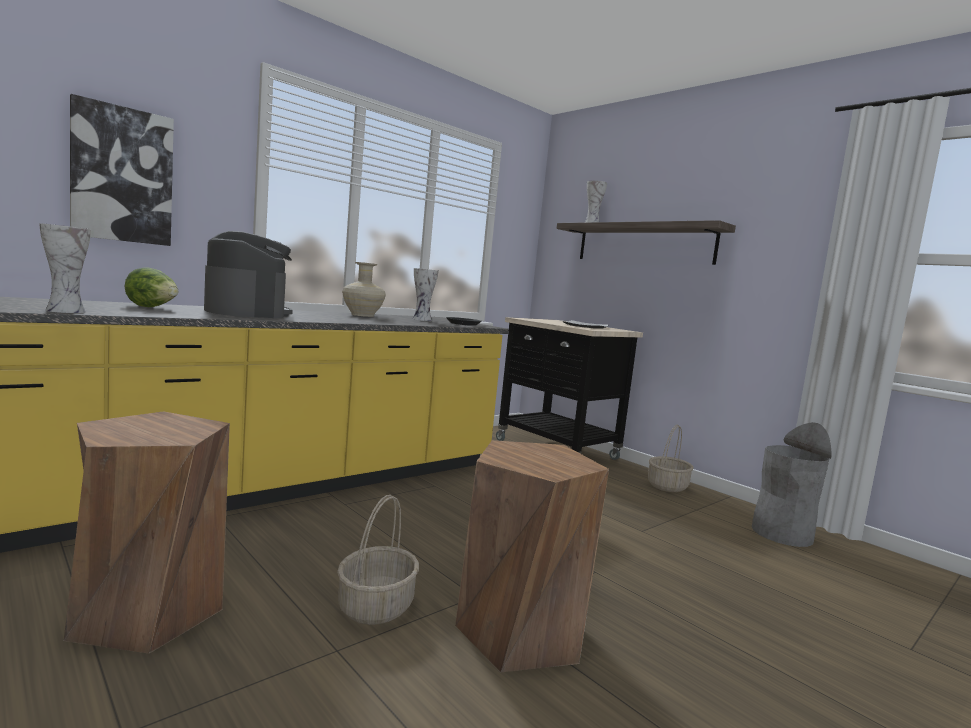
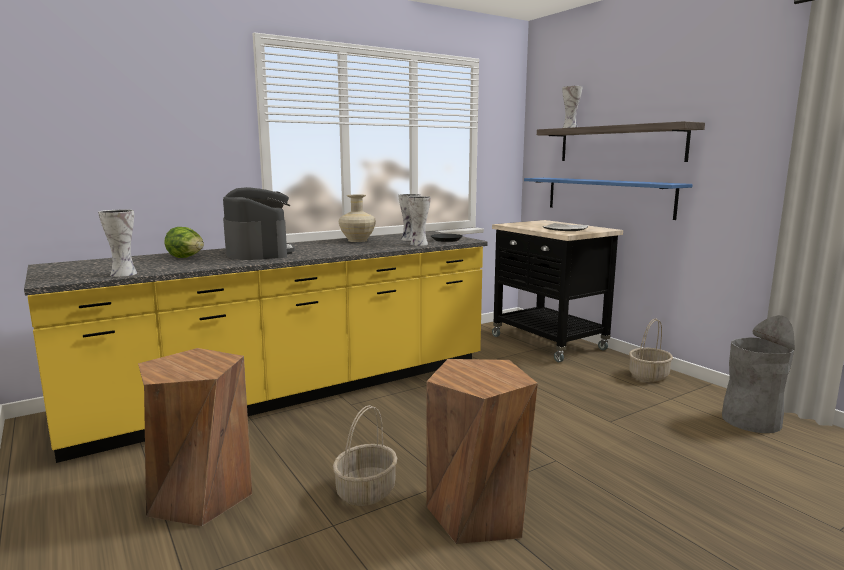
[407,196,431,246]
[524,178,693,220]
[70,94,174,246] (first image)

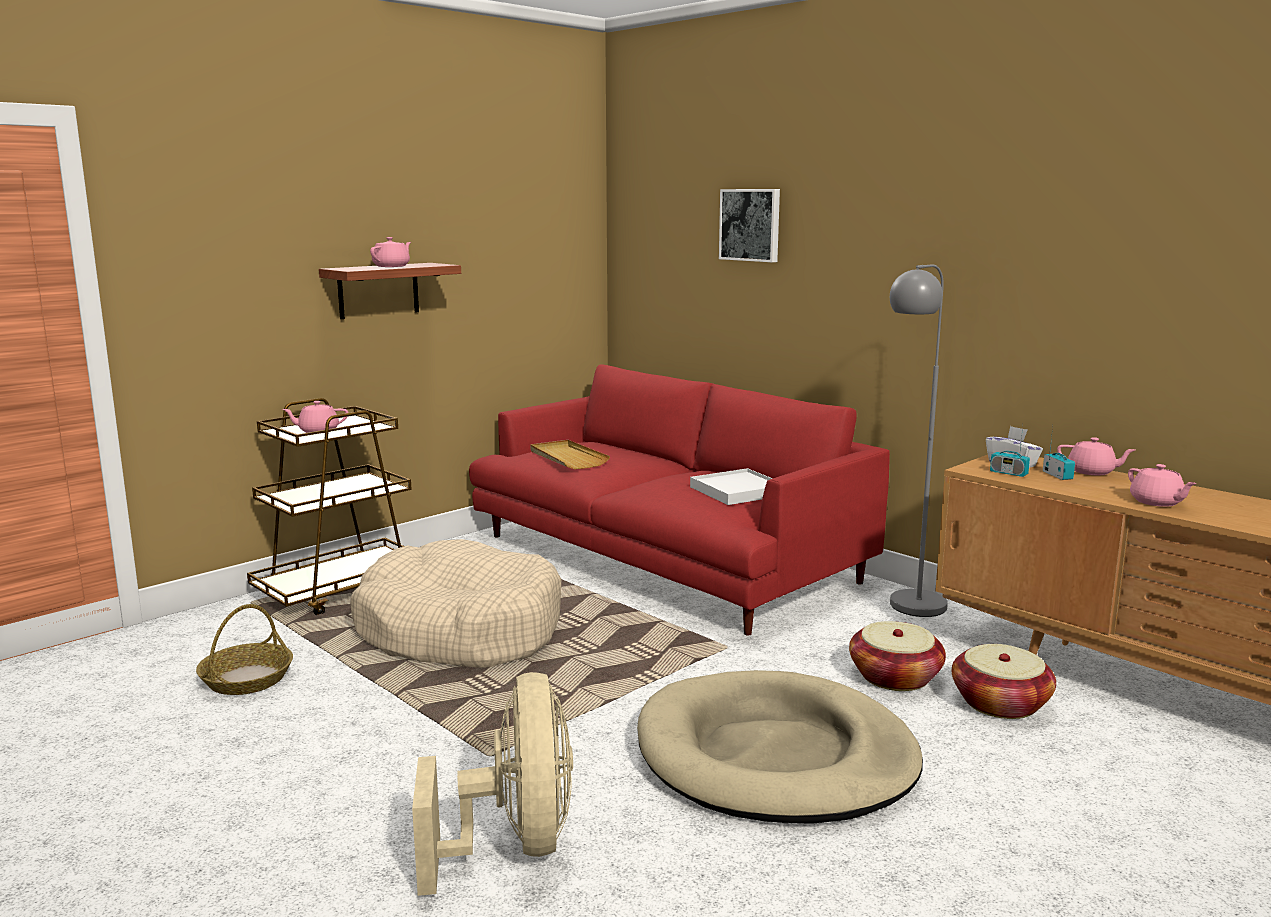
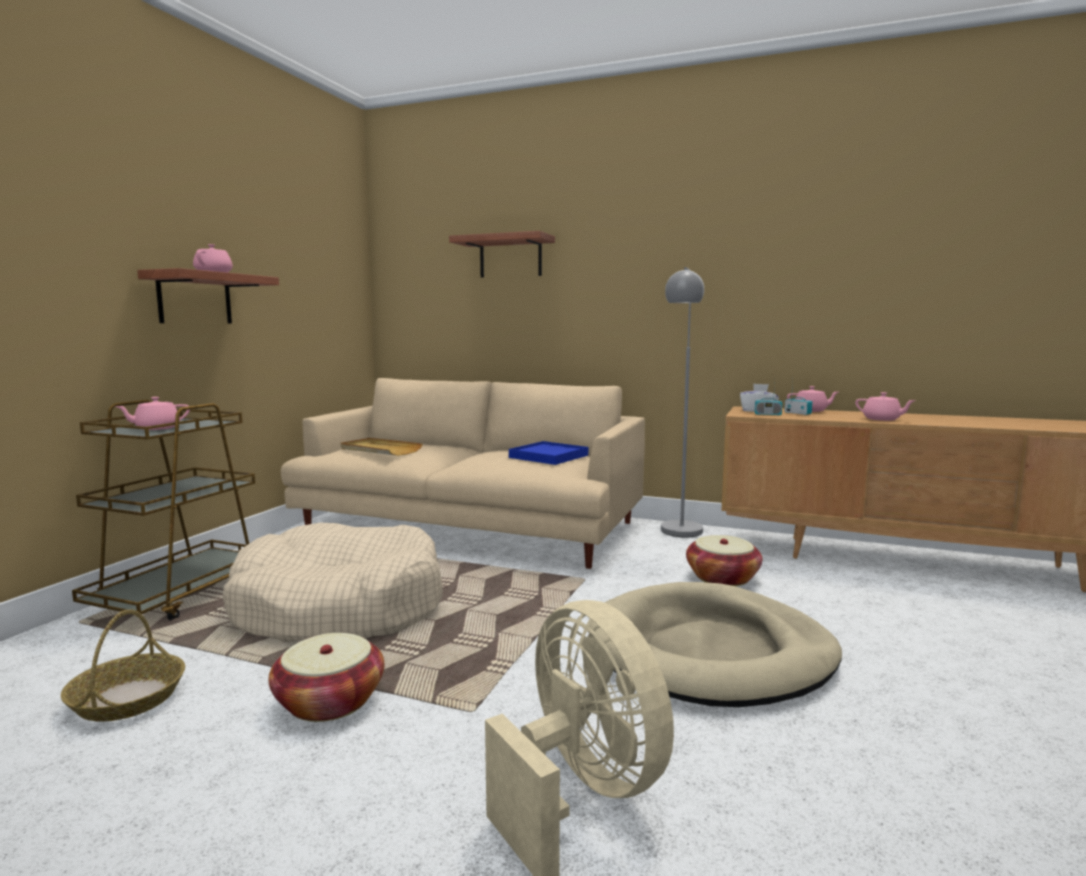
[268,633,384,722]
[281,378,645,569]
[449,231,555,278]
[509,441,588,465]

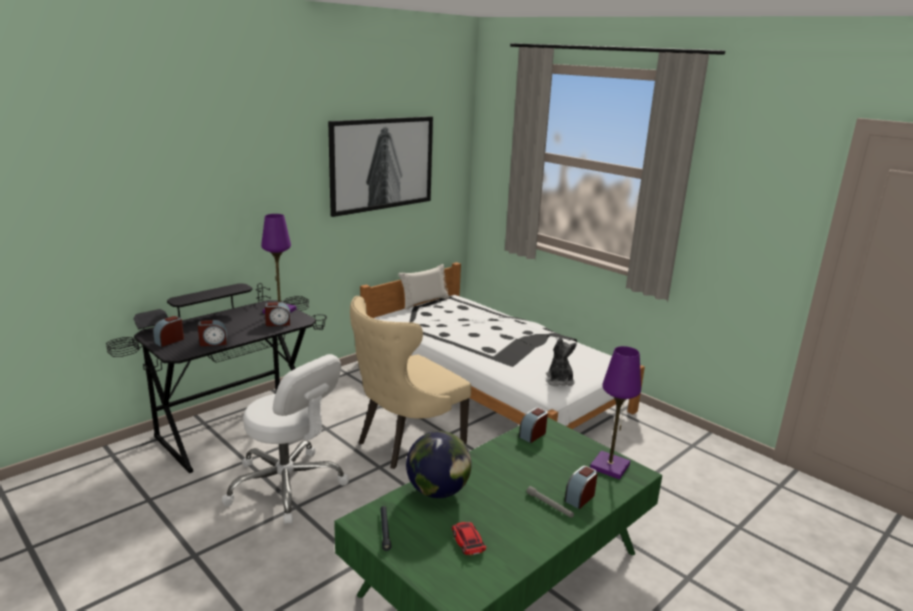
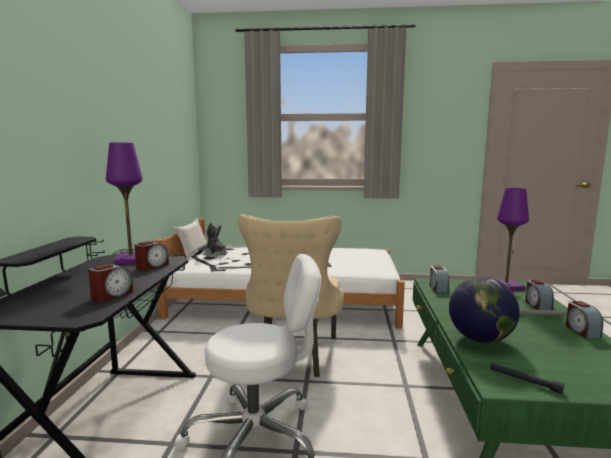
[203,222,226,258]
[566,301,603,338]
[328,116,433,217] (first image)
[451,522,486,555] (first image)

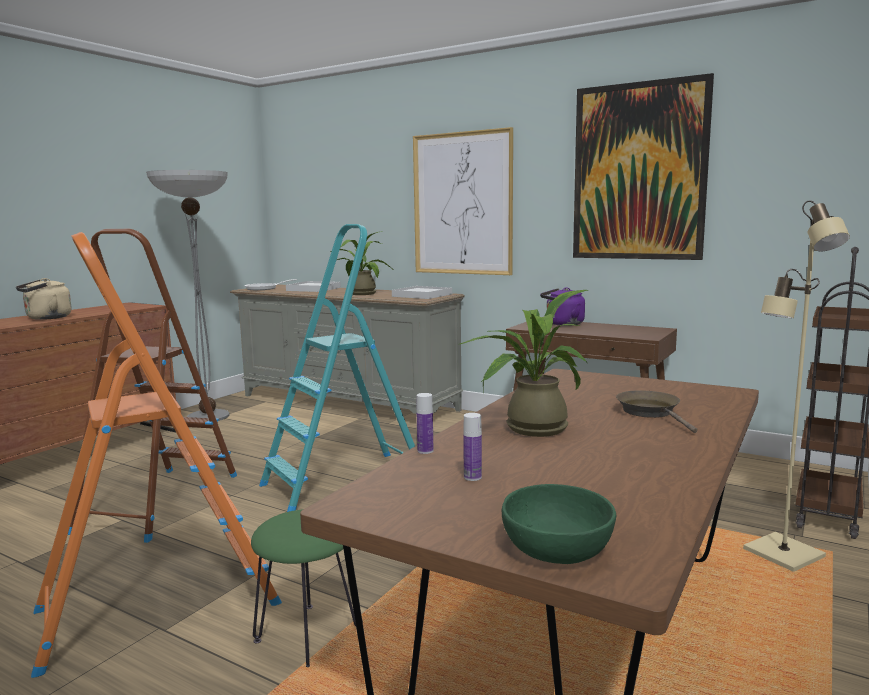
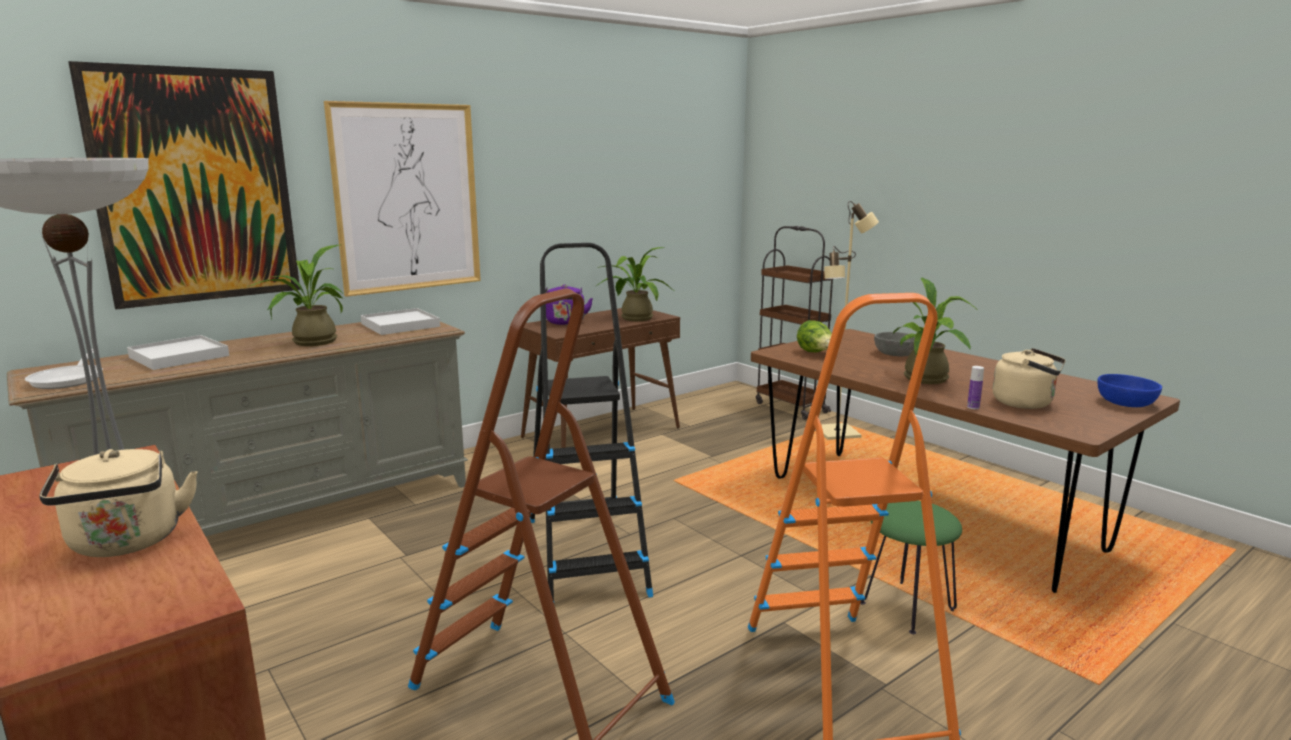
[68,61,300,309]
[530,243,653,602]
[596,247,674,321]
[797,320,832,352]
[874,332,915,356]
[993,348,1066,409]
[1097,374,1162,407]

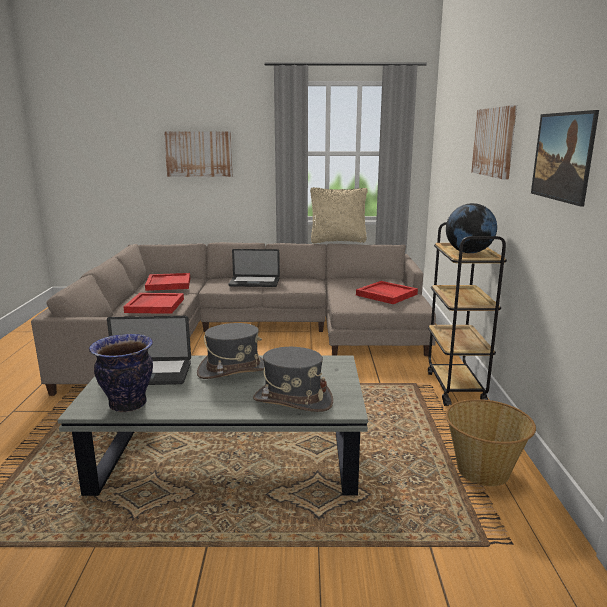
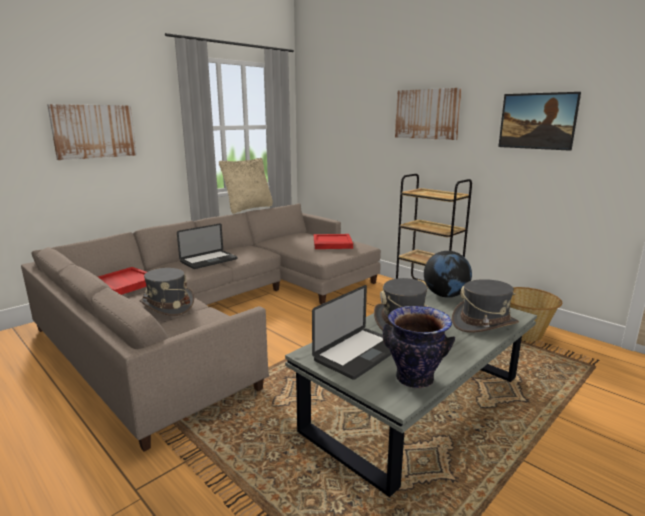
[139,268,194,316]
[424,251,472,298]

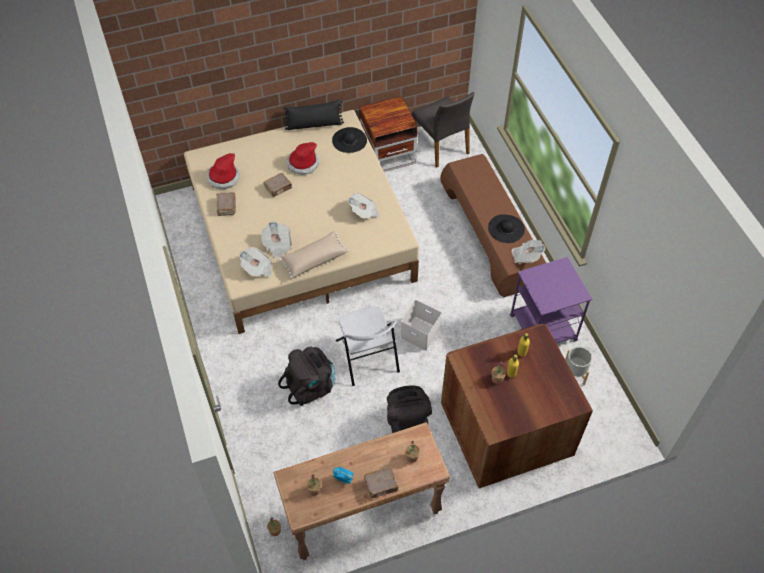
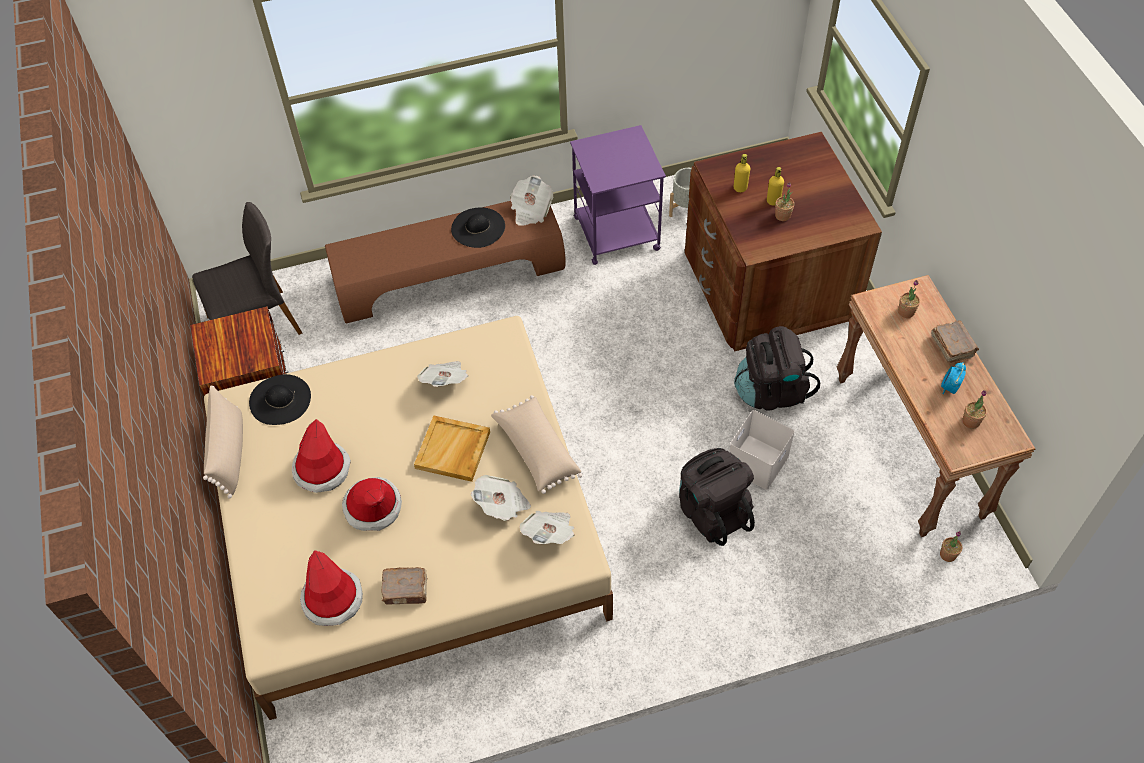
[203,386,243,499]
[342,477,402,531]
[414,415,490,482]
[729,410,795,490]
[336,306,400,386] (first image)

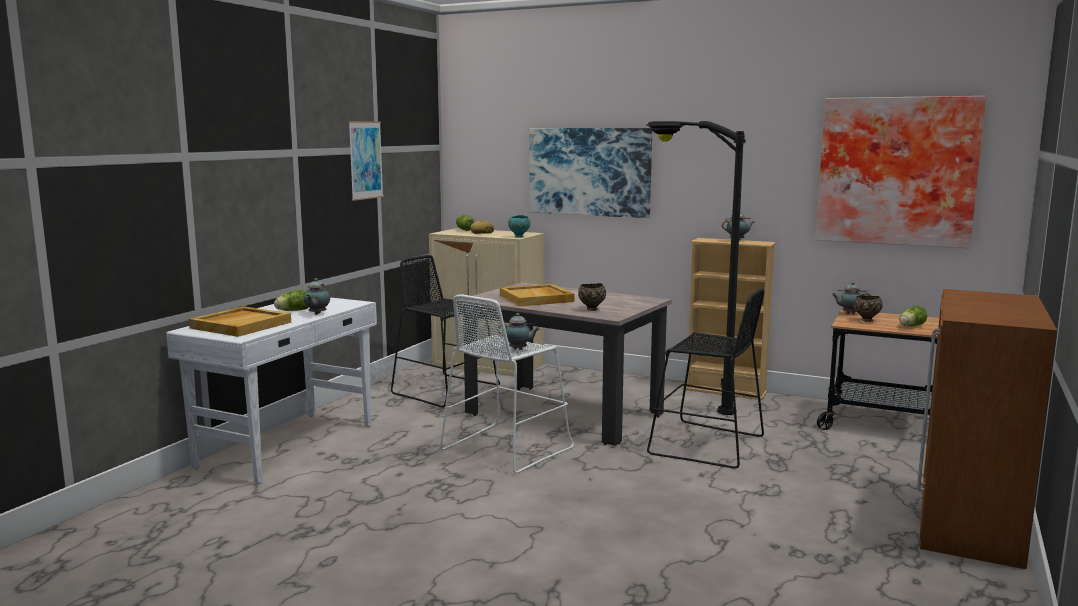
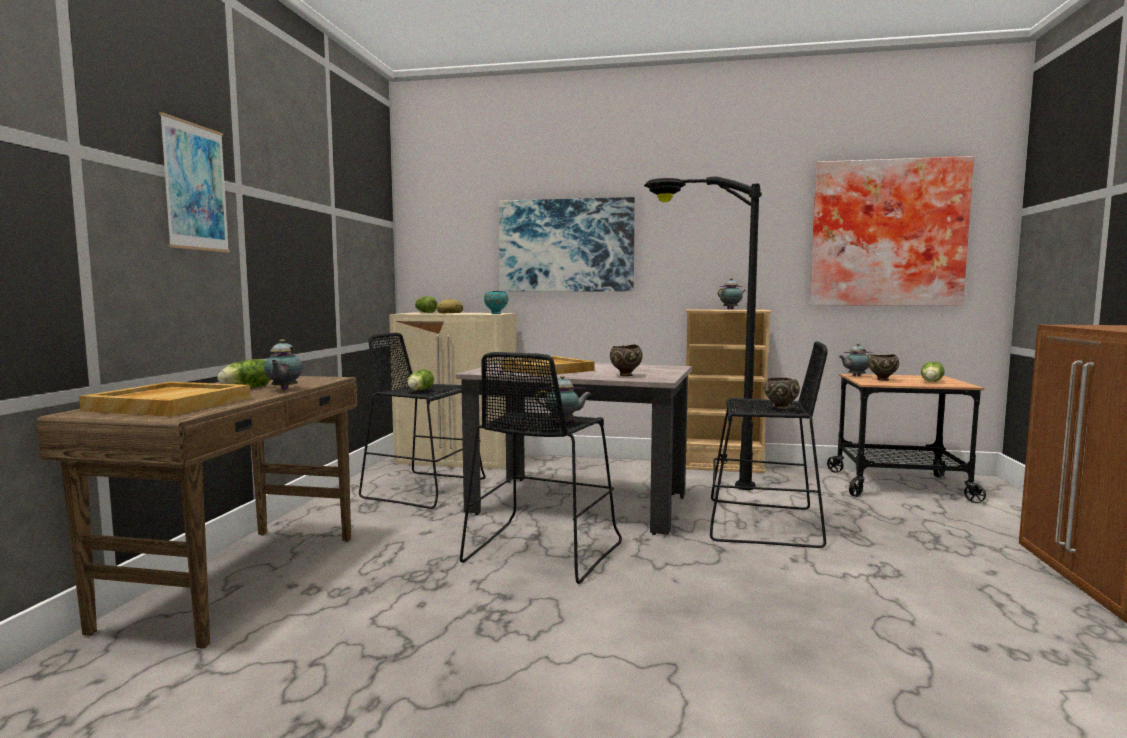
[37,376,357,649]
[159,112,230,252]
[407,369,434,390]
[460,352,622,584]
[764,378,800,410]

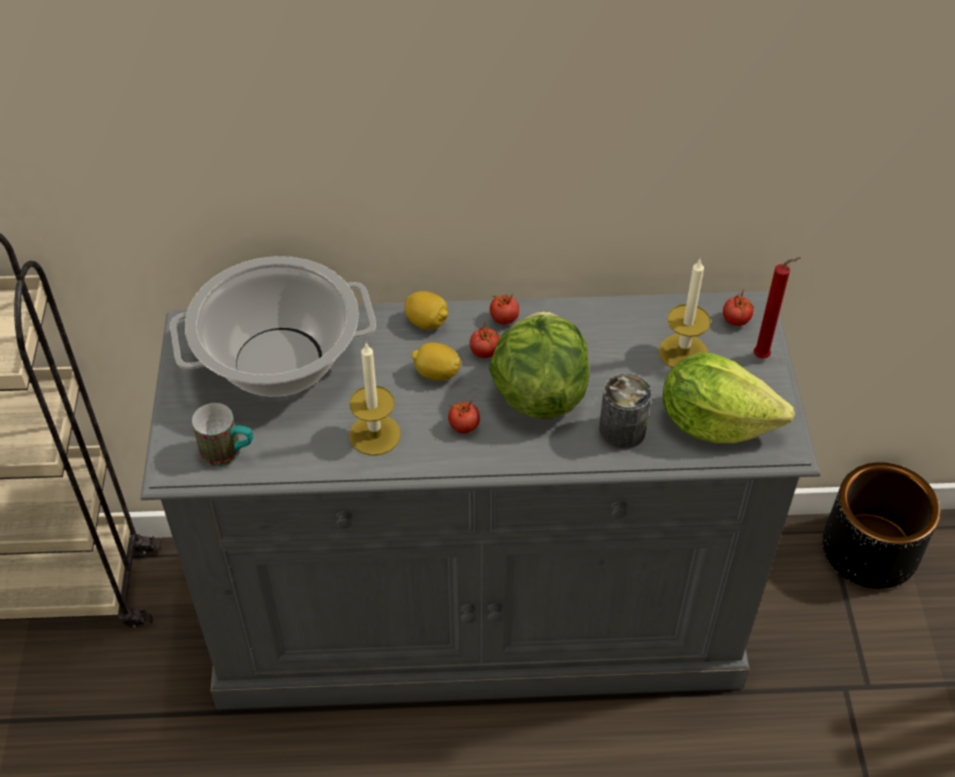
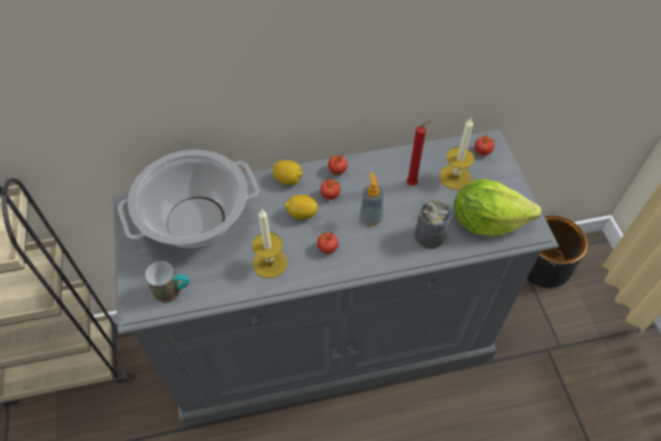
[360,172,383,226]
[407,120,432,186]

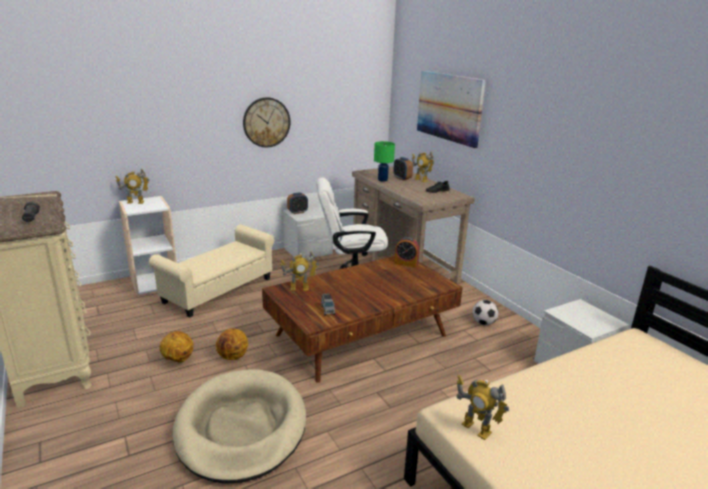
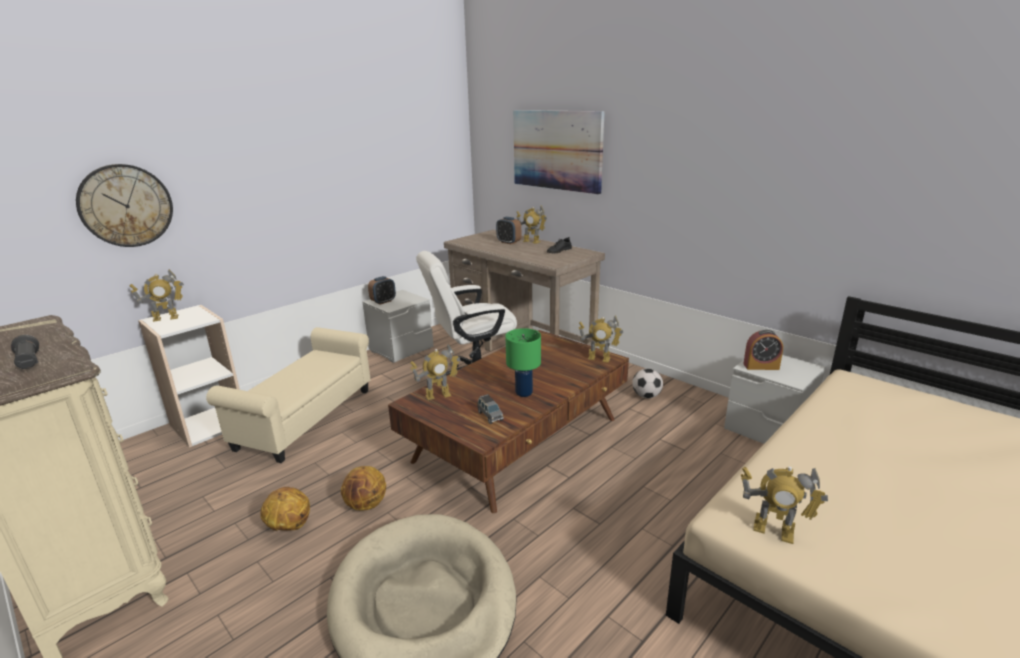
[76,164,173,247]
[505,328,541,397]
[579,315,623,363]
[743,330,783,370]

